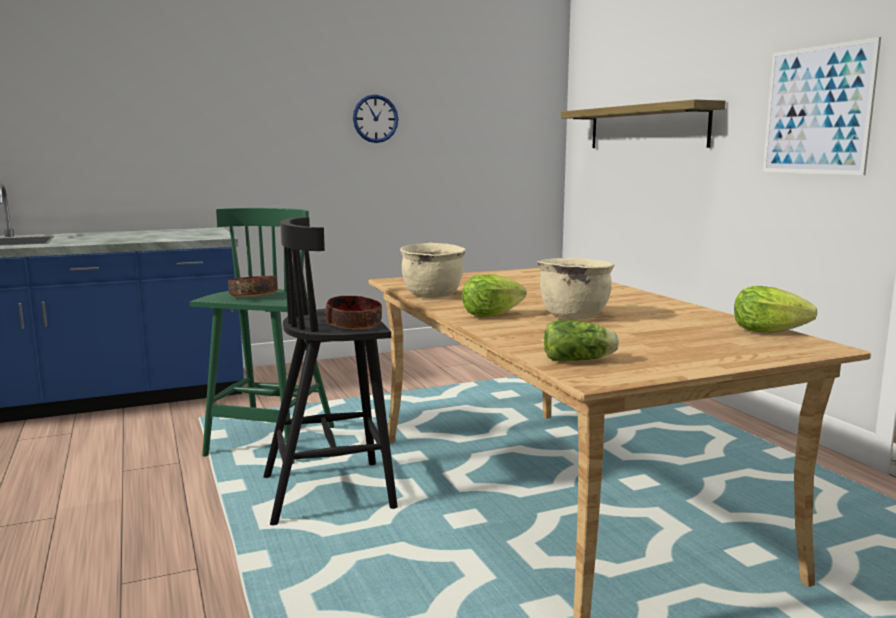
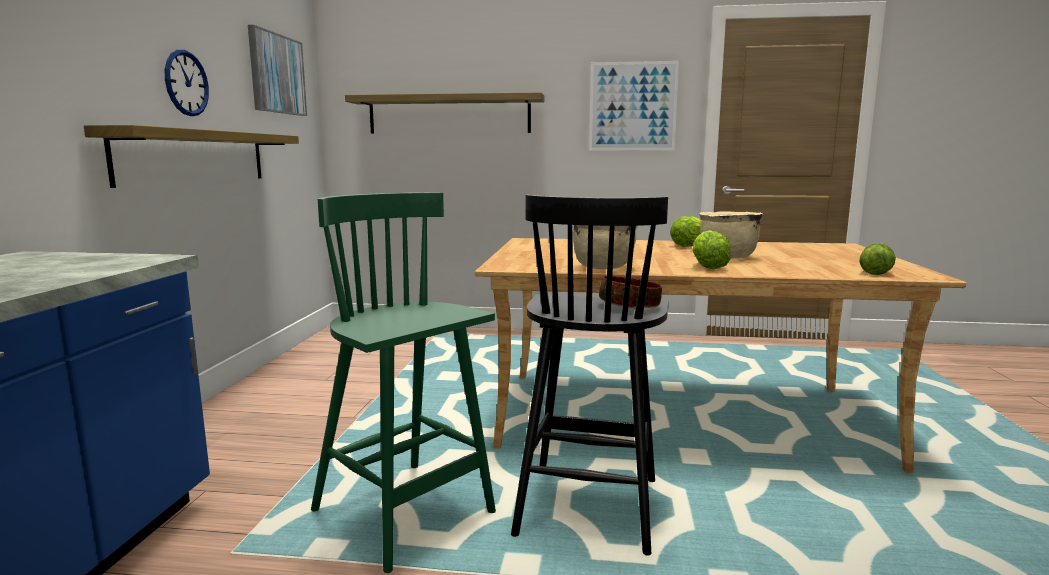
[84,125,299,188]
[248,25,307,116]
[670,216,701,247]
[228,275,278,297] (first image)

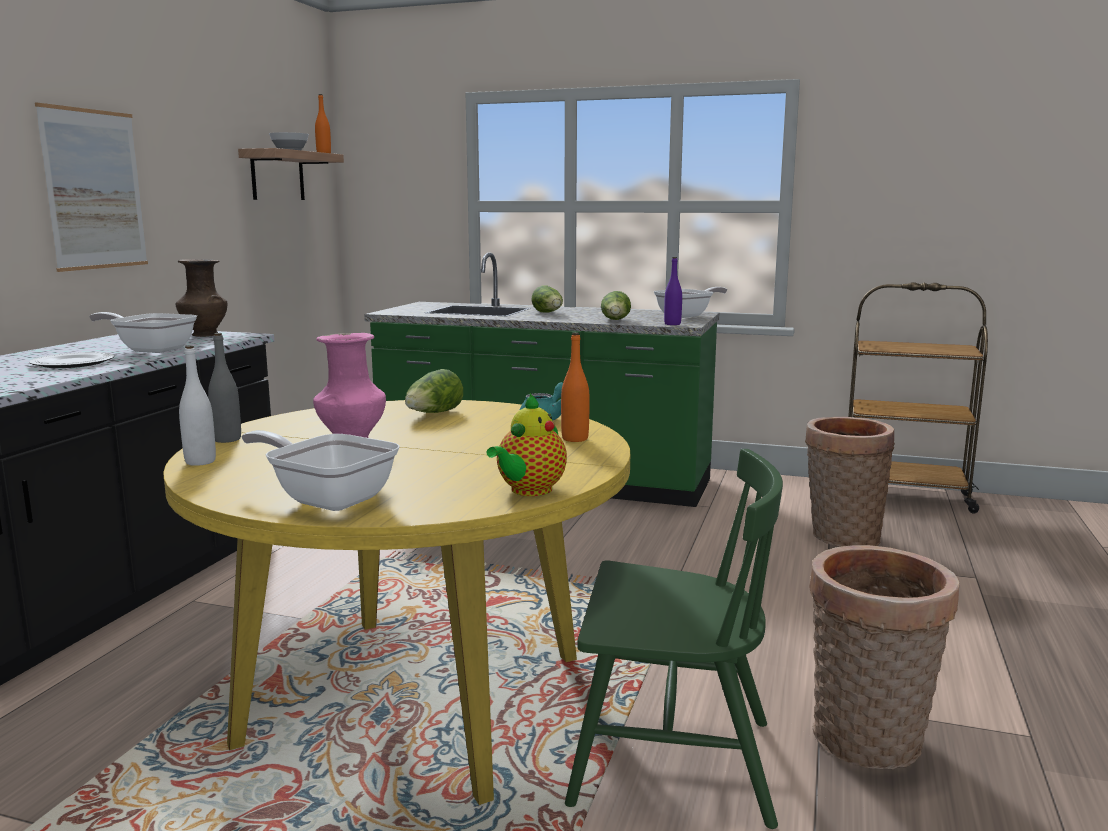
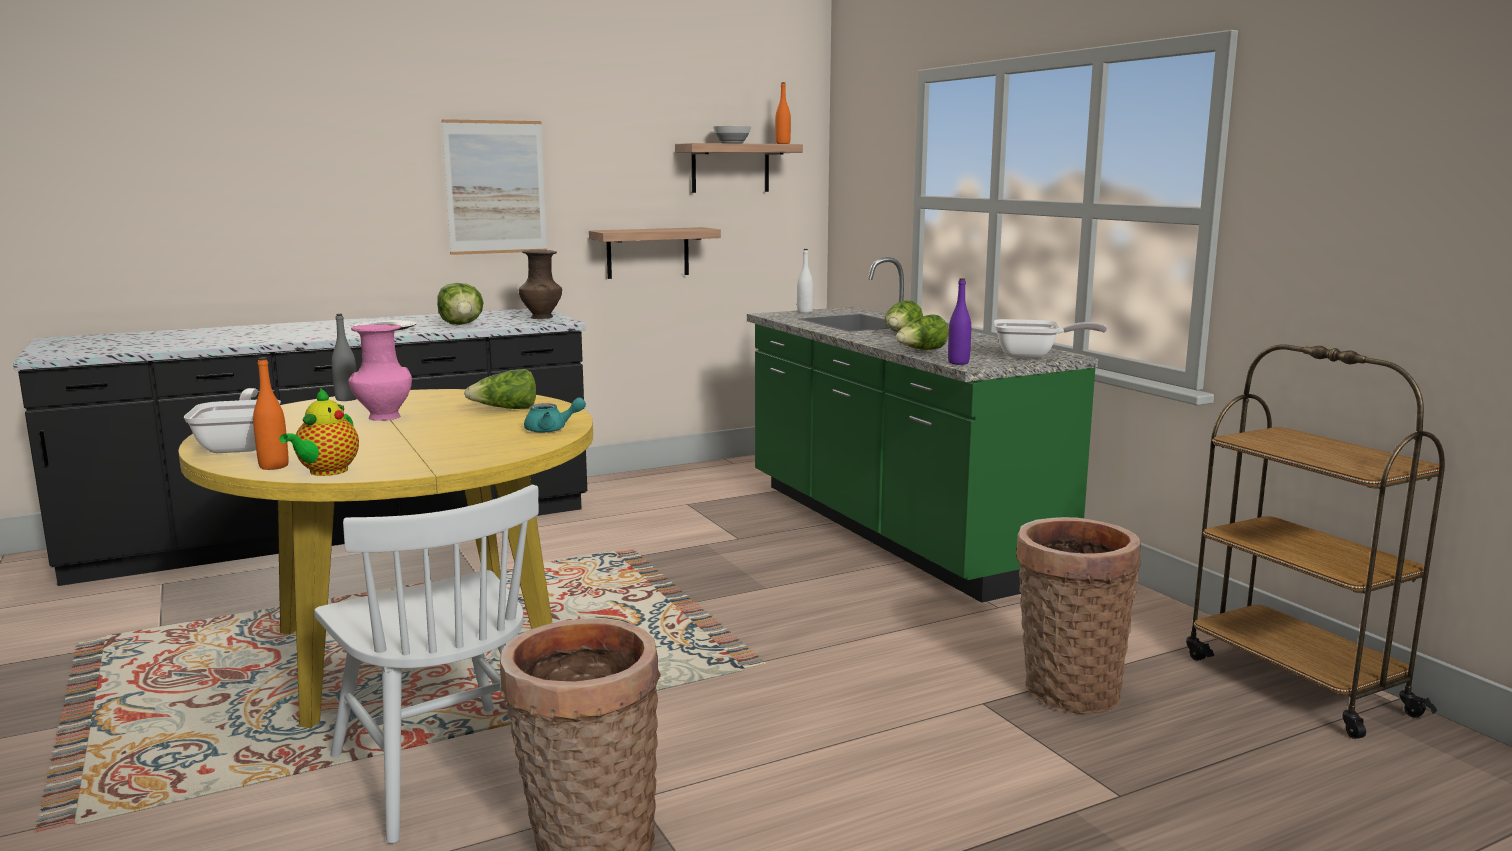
[253,357,288,470]
[279,388,359,476]
[314,485,539,844]
[437,283,484,325]
[589,227,721,279]
[797,249,814,313]

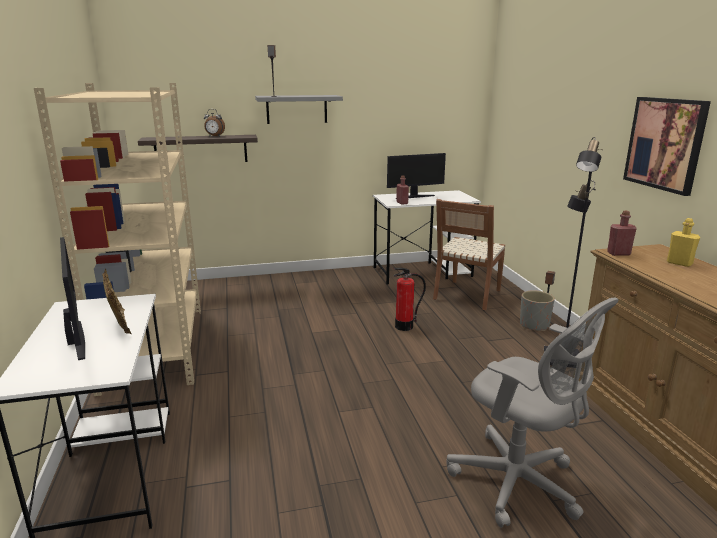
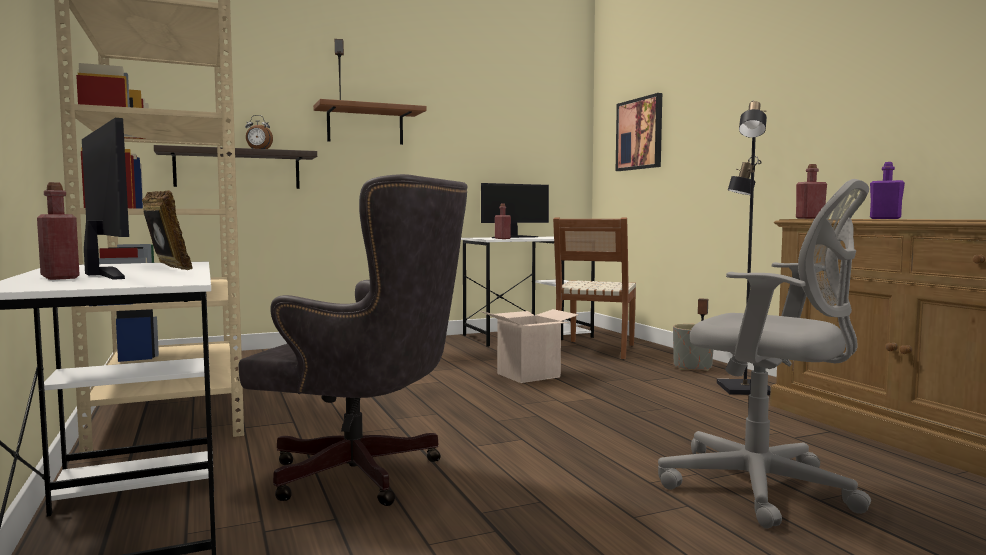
[37,182,80,280]
[239,174,467,506]
[313,99,427,145]
[480,309,579,383]
[616,93,662,171]
[870,162,905,219]

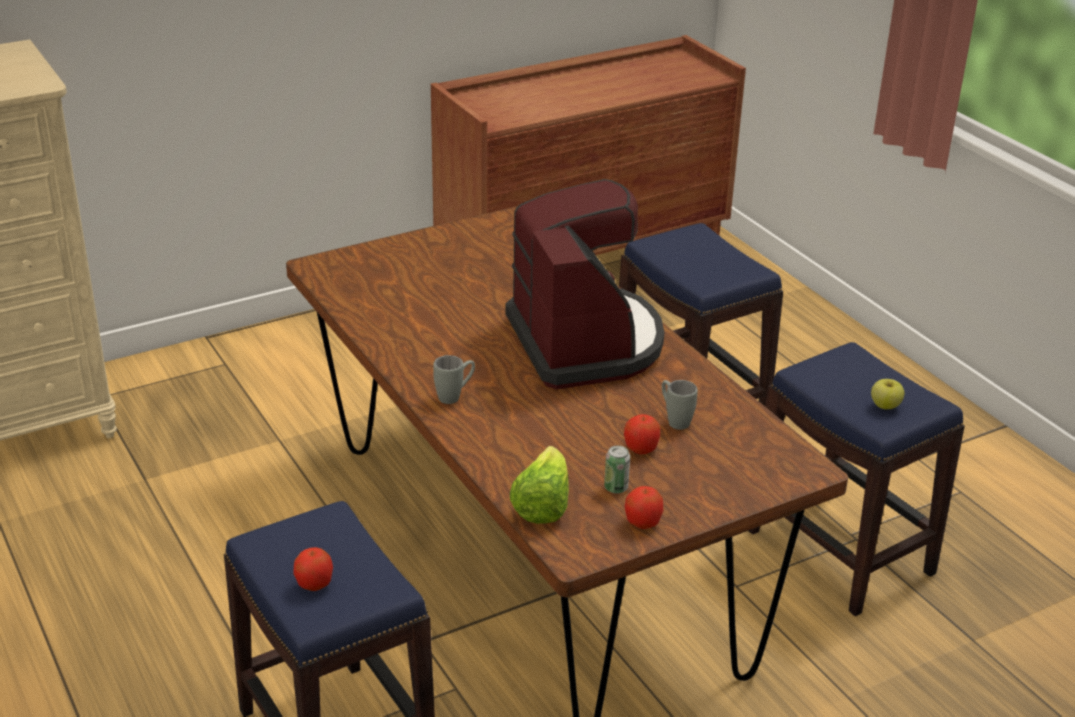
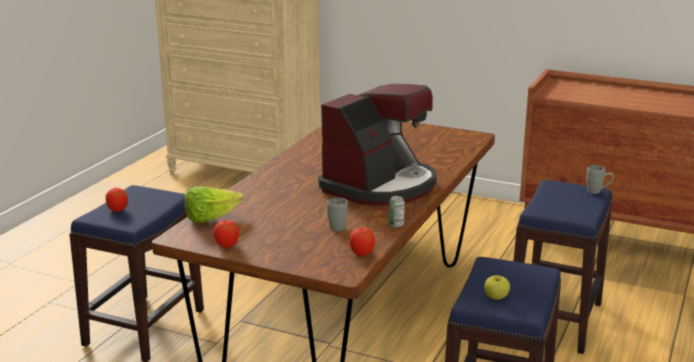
[349,227,375,256]
[389,196,405,227]
[586,165,614,194]

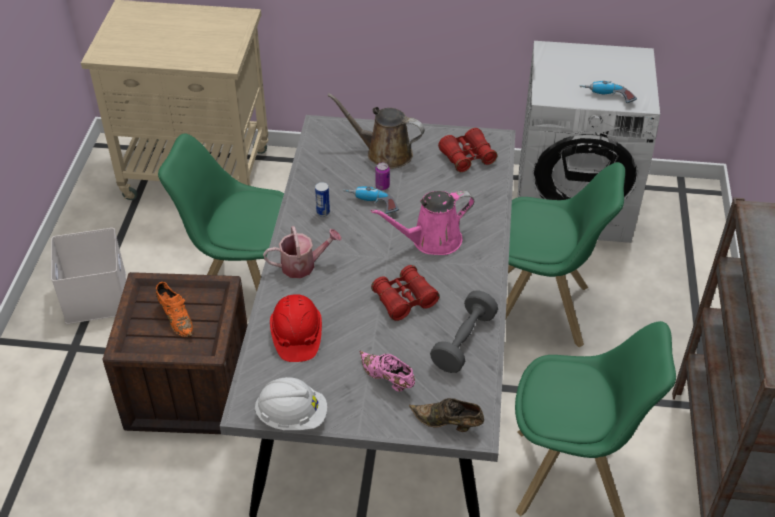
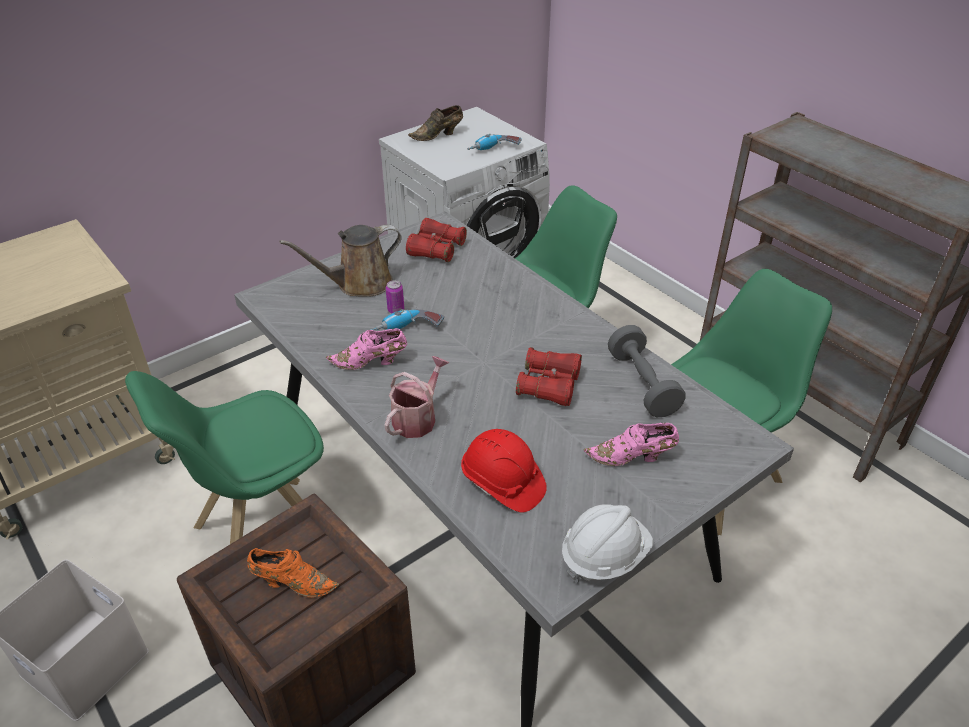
[326,328,407,370]
[408,105,463,141]
[371,191,474,255] (first image)

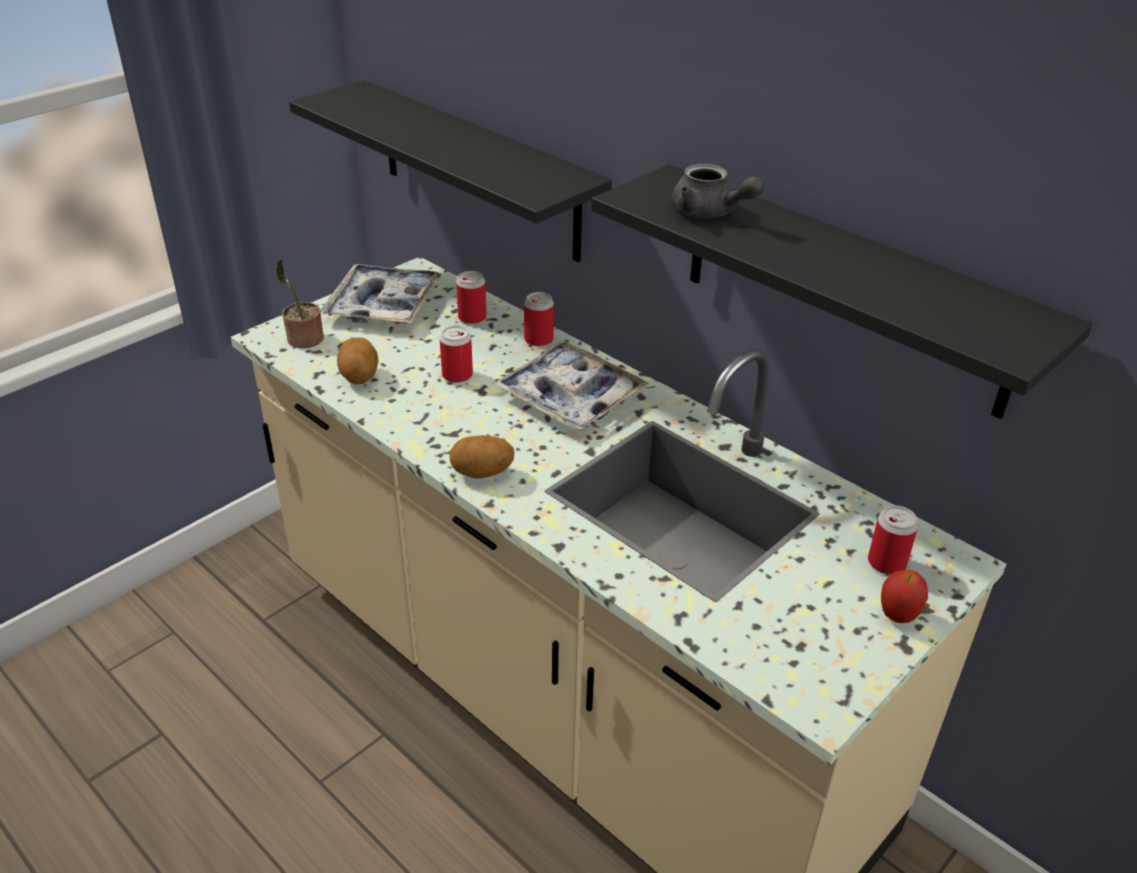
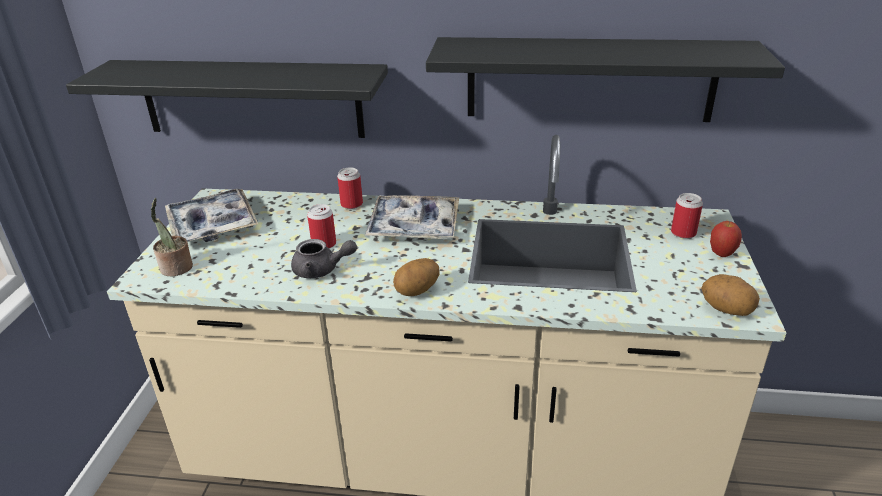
[291,239,357,278]
[701,274,760,316]
[456,271,487,324] (first image)

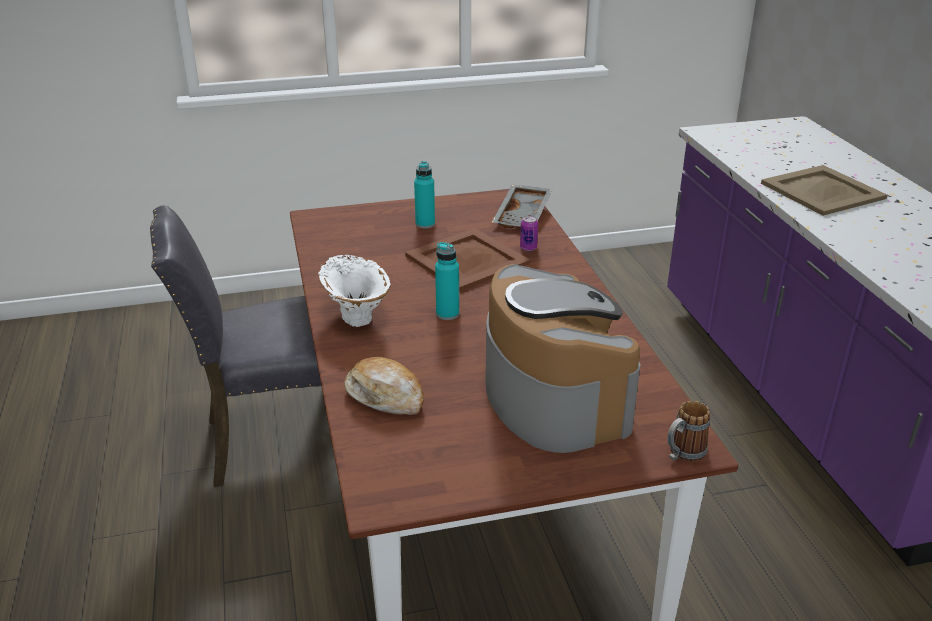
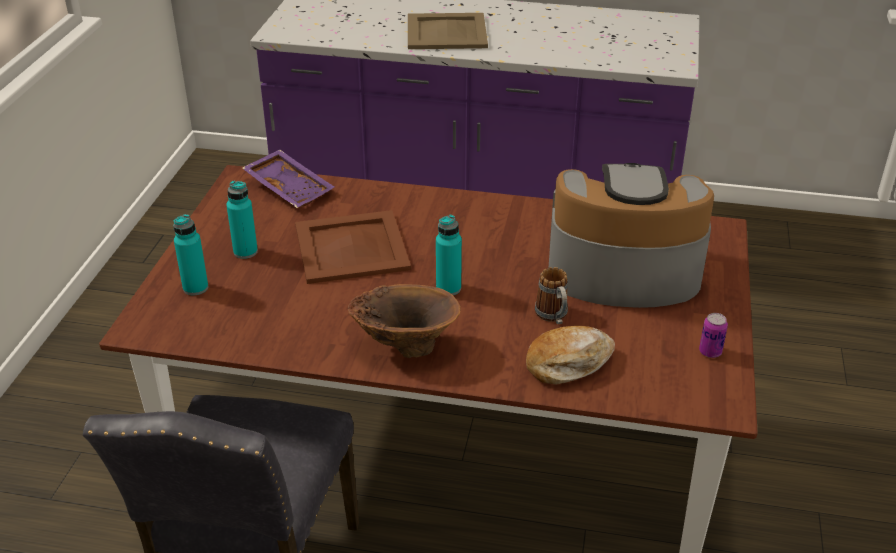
[173,214,208,295]
[242,149,334,208]
[348,284,460,358]
[535,267,568,324]
[699,313,728,358]

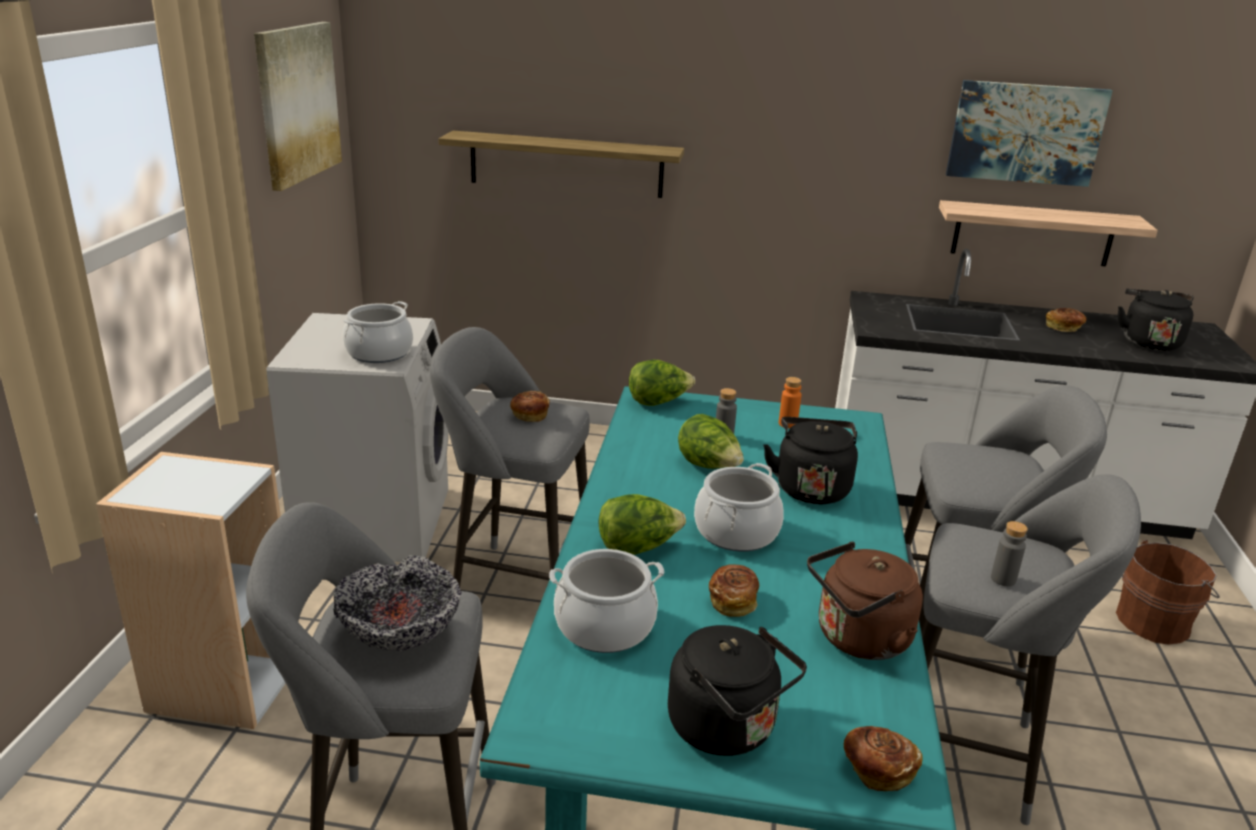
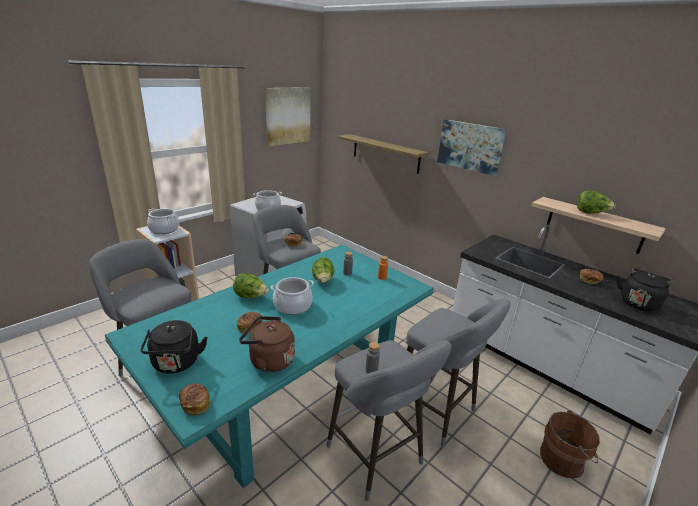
[147,209,179,234]
[437,119,507,176]
[577,191,616,214]
[333,555,461,651] (first image)
[763,417,858,504] (first image)

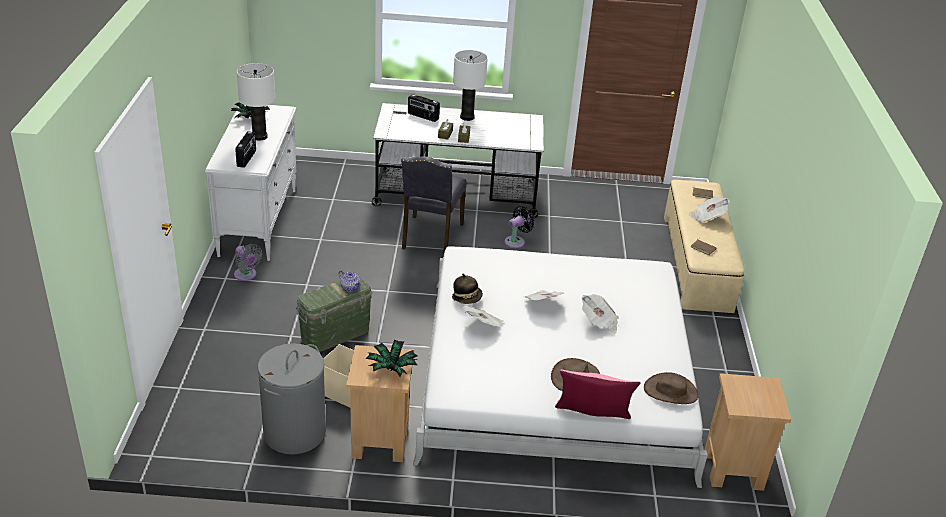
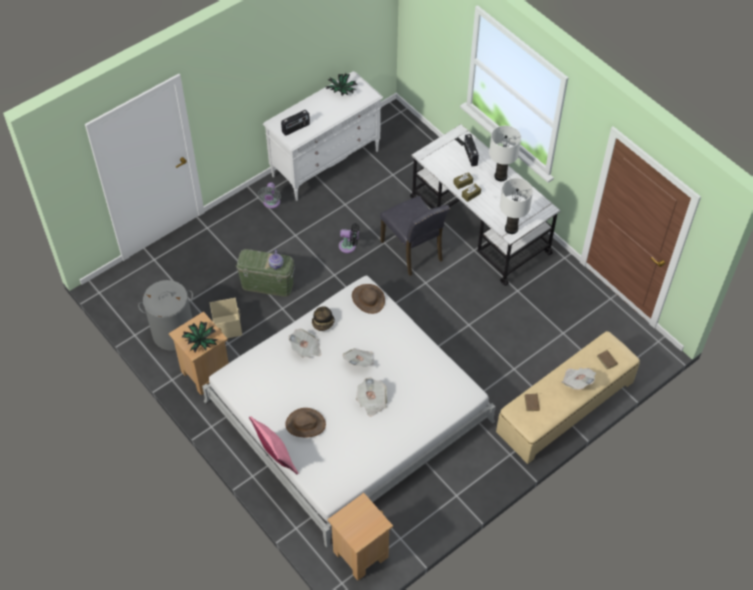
[339,223,359,253]
[352,284,385,314]
[380,196,450,276]
[500,178,533,234]

